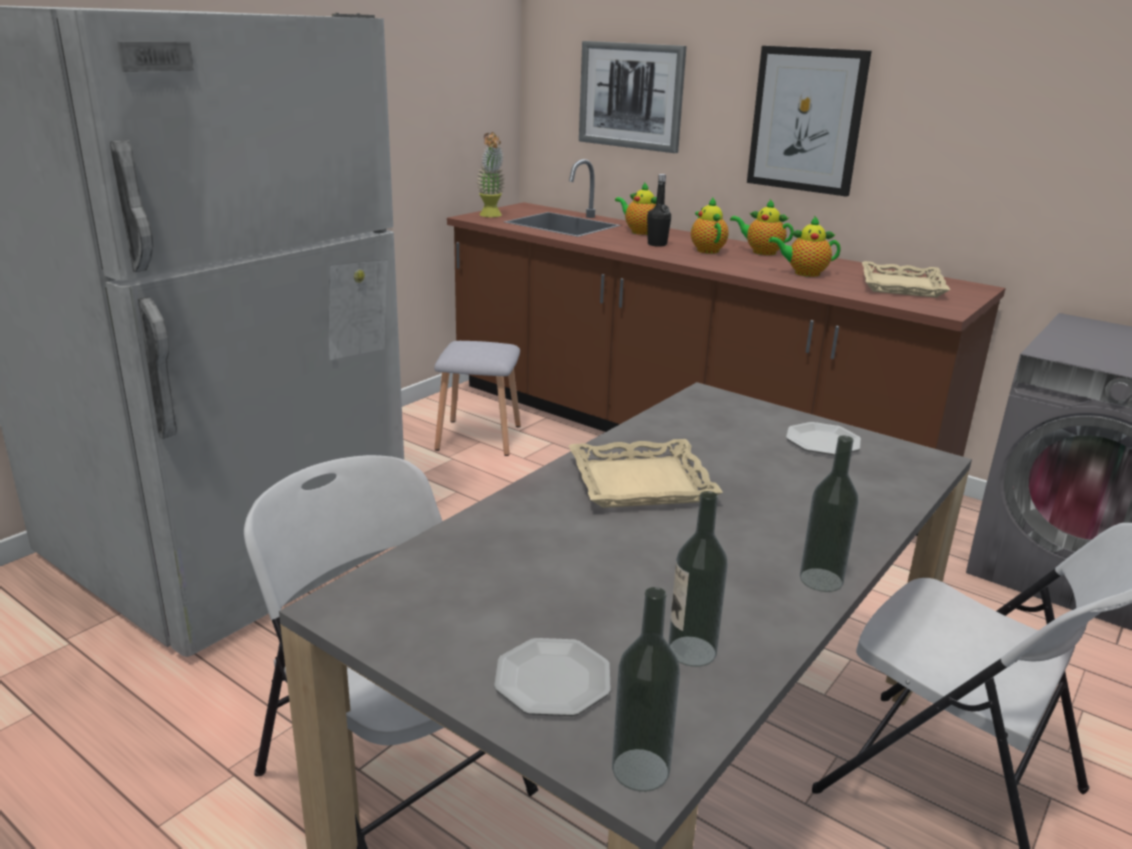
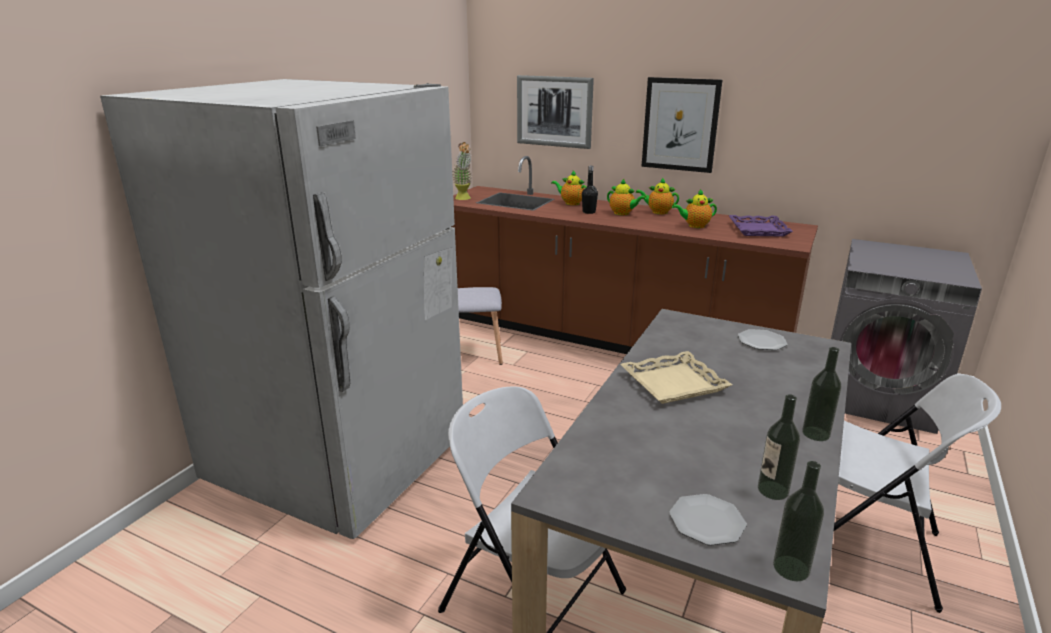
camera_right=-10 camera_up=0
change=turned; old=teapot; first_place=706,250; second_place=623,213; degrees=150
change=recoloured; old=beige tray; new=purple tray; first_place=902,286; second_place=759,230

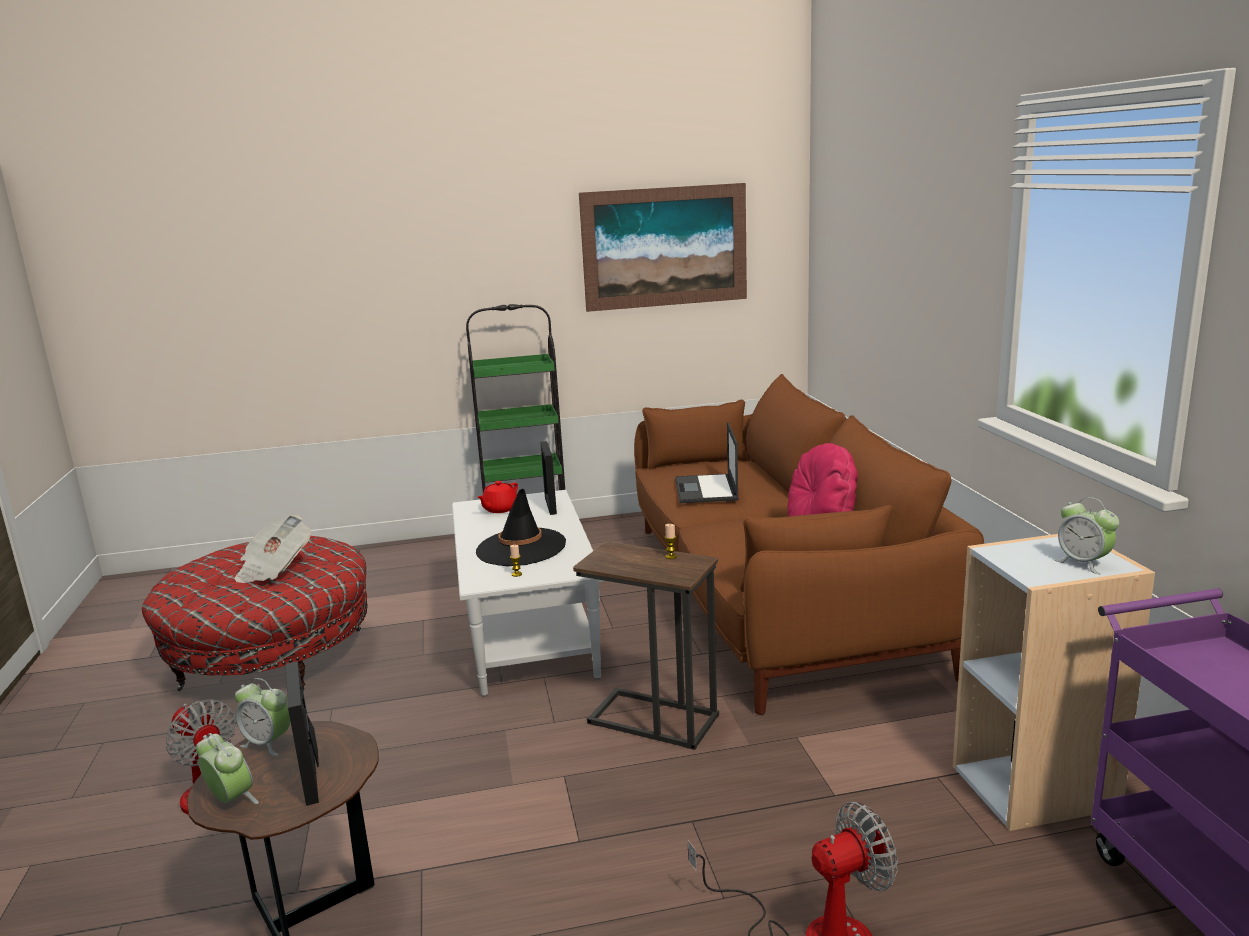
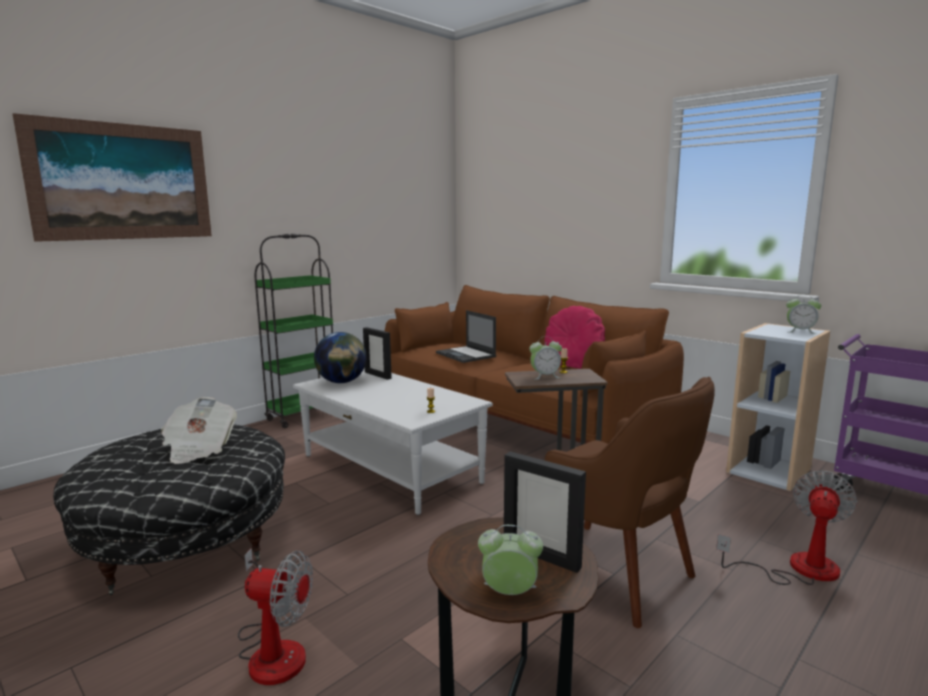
camera_right=-35 camera_up=-5
change=moved; old=picture; first_place=665,247; second_place=123,182
change=recoloured; old=red ottoman; new=black ottoman; first_place=273,659; second_place=187,542
change=replaced; old=red teapot; new=globe; first_place=499,509; second_place=342,382
change=moved; old=alarm clock; first_place=268,743; second_place=545,376
change=added; new=brown armchair; second_place=613,573
change=removed; old=black hat; first_place=521,548

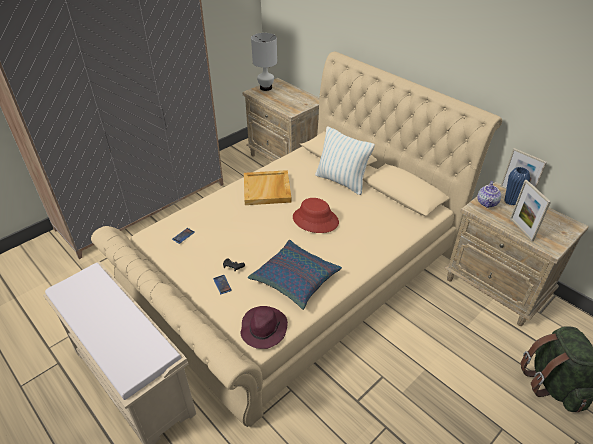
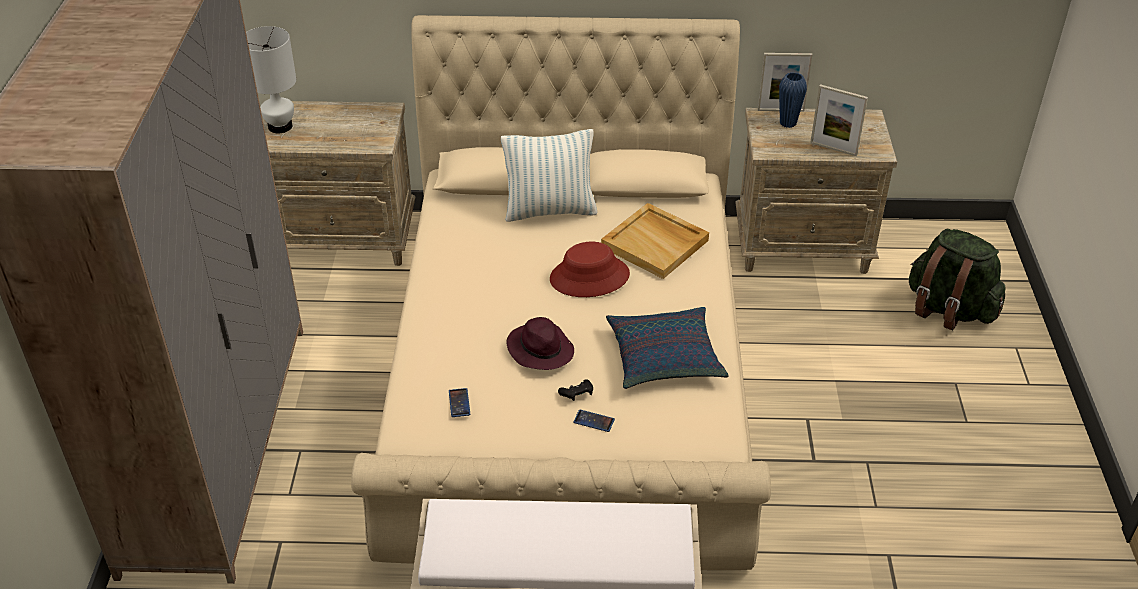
camera_right=-45 camera_up=0
change=moved; old=purple hat; first_place=263,328; second_place=540,349
change=moved; old=beige tray; first_place=267,190; second_place=656,244
change=removed; old=teapot; first_place=487,203

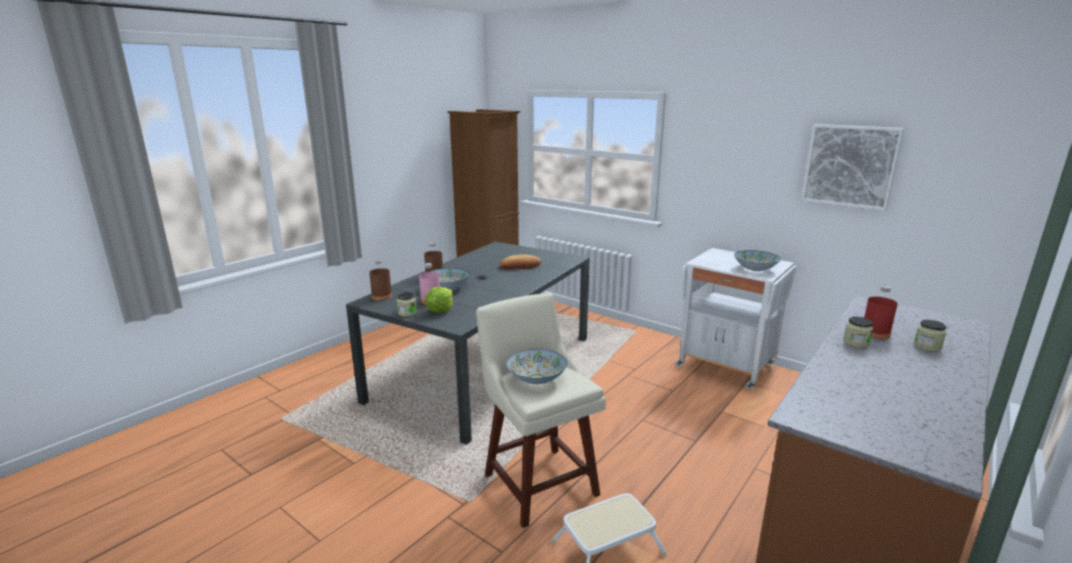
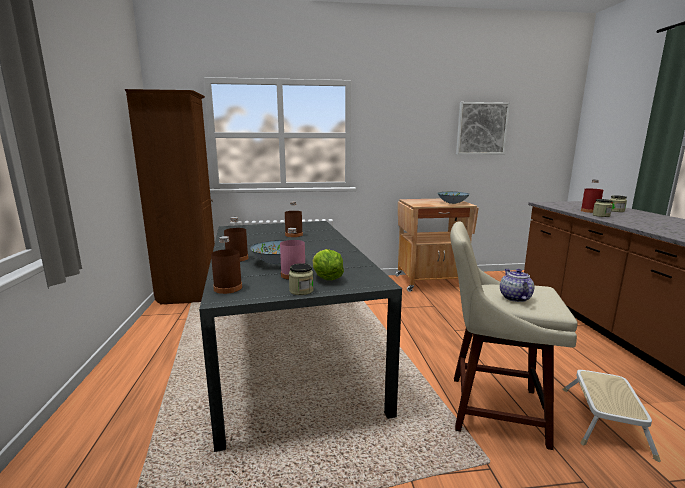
camera_right=-45 camera_up=-5
change=replaced; old=bread; new=brown bottle; first_place=520,266; second_place=294,235
change=recoloured; old=white cart; new=brown cart; first_place=727,367; second_place=430,282
change=replaced; old=bowl; new=teapot; first_place=537,379; second_place=514,297

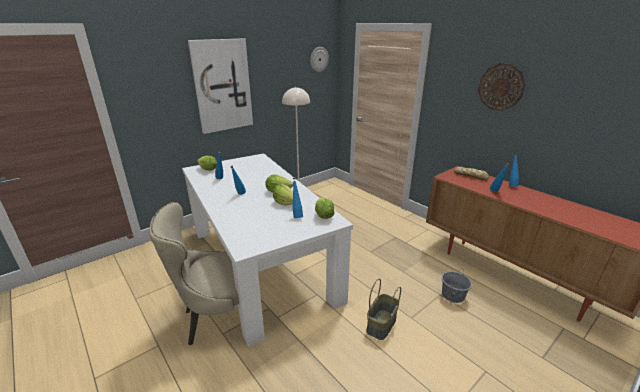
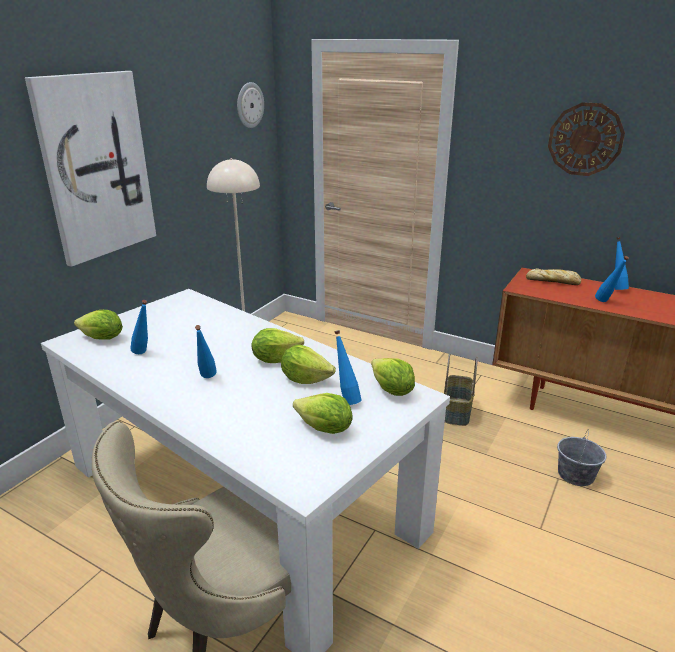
camera_right=-20 camera_up=0
change=added; new=lettuce; second_place=325,429
change=moved; old=basket; first_place=382,325; second_place=457,412

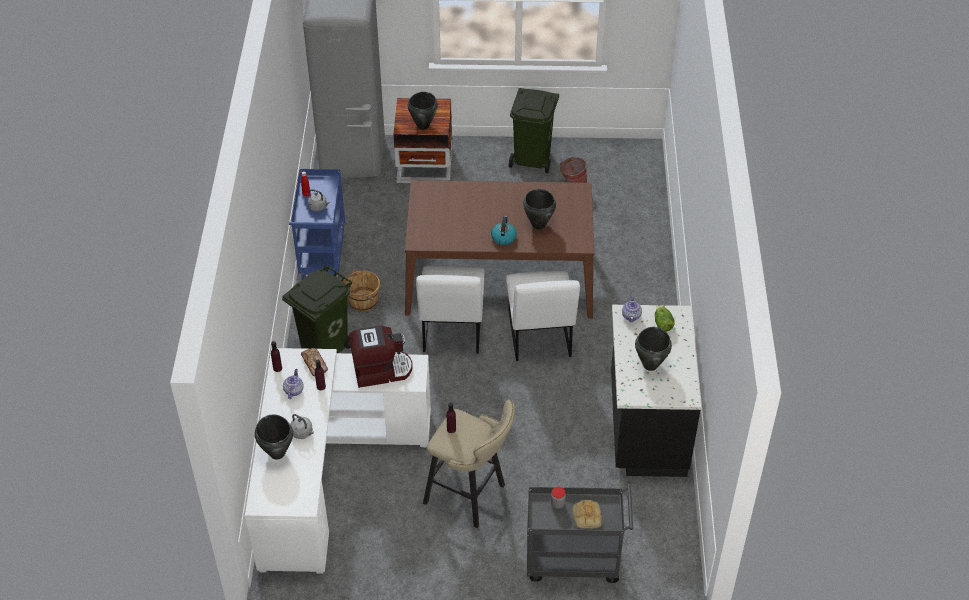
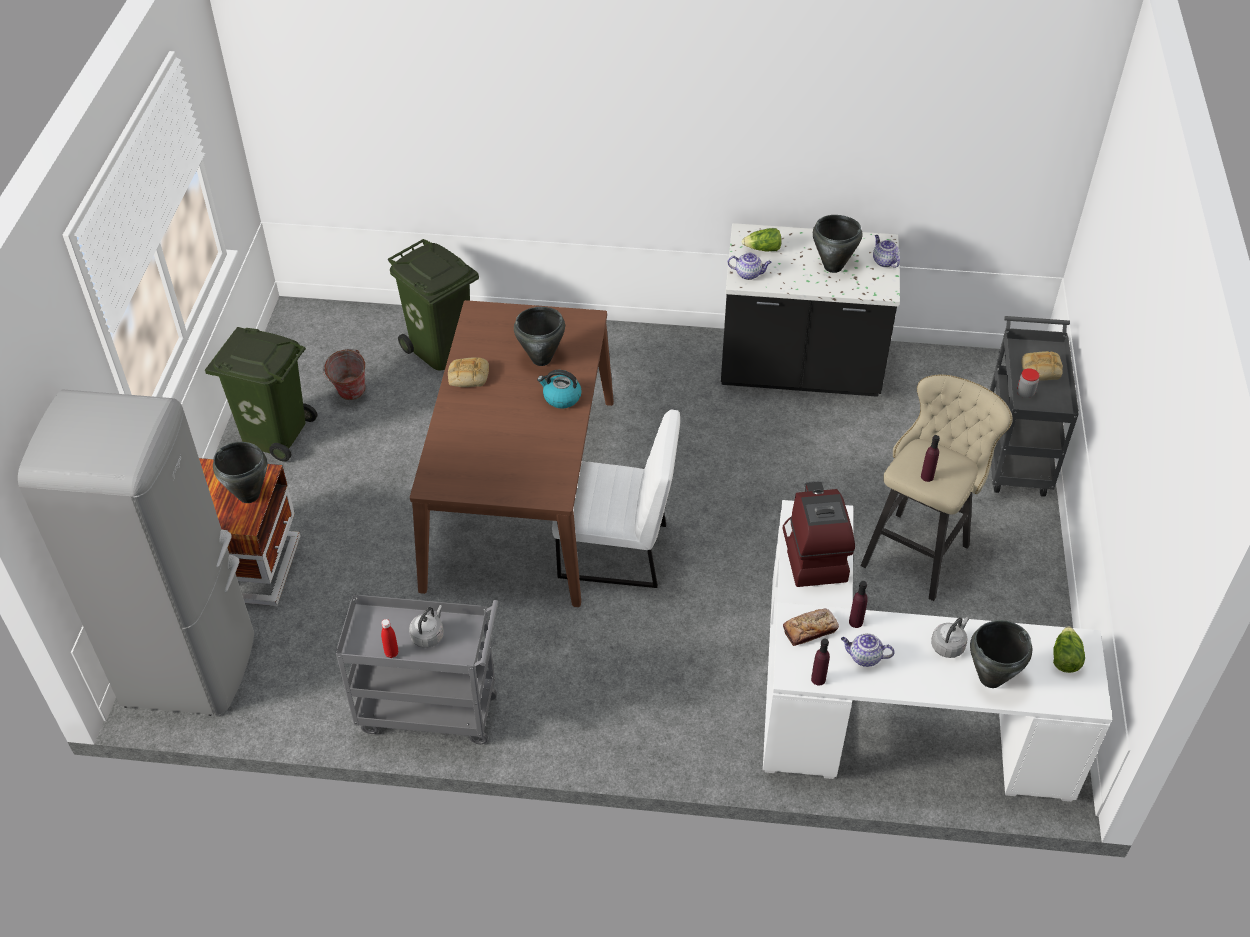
camera_right=-85 camera_up=0
change=recoloured; old=blue cart; new=grey cart; first_place=322,257; second_place=432,714
change=moved; old=green trash can; first_place=324,344; second_place=440,349
change=added; new=bread; second_place=468,376
change=added; new=teapot; second_place=884,261
change=added; new=lettuce; second_place=1065,658
change=removed; old=brown bucket; first_place=362,301
change=removed; old=white chair; first_place=539,336

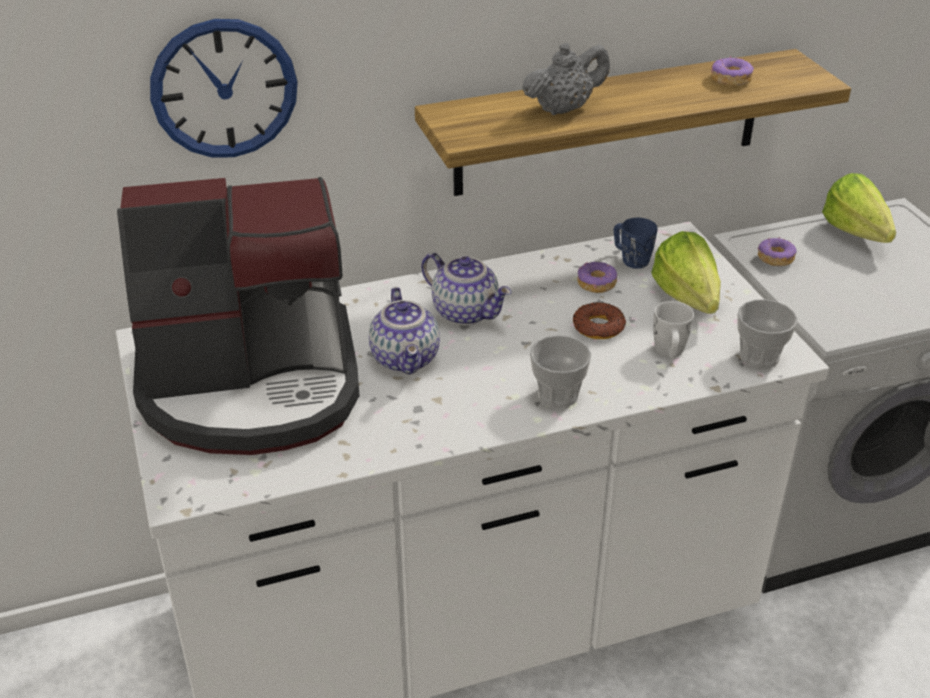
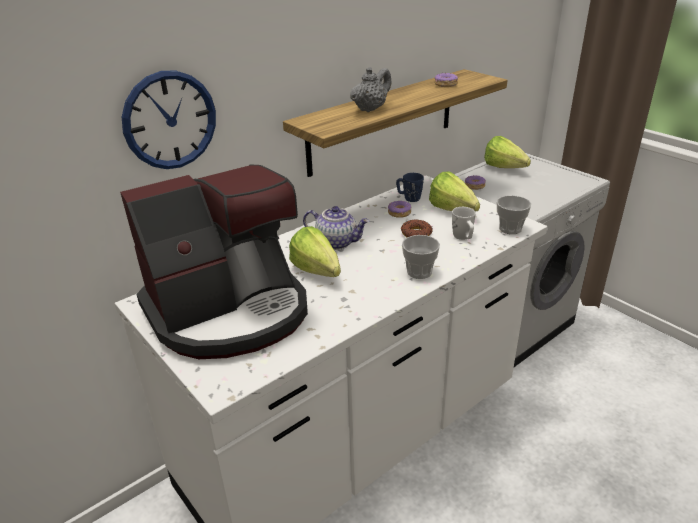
camera_right=-20 camera_up=-5
change=replaced; old=teapot; new=lettuce; first_place=407,359; second_place=319,274

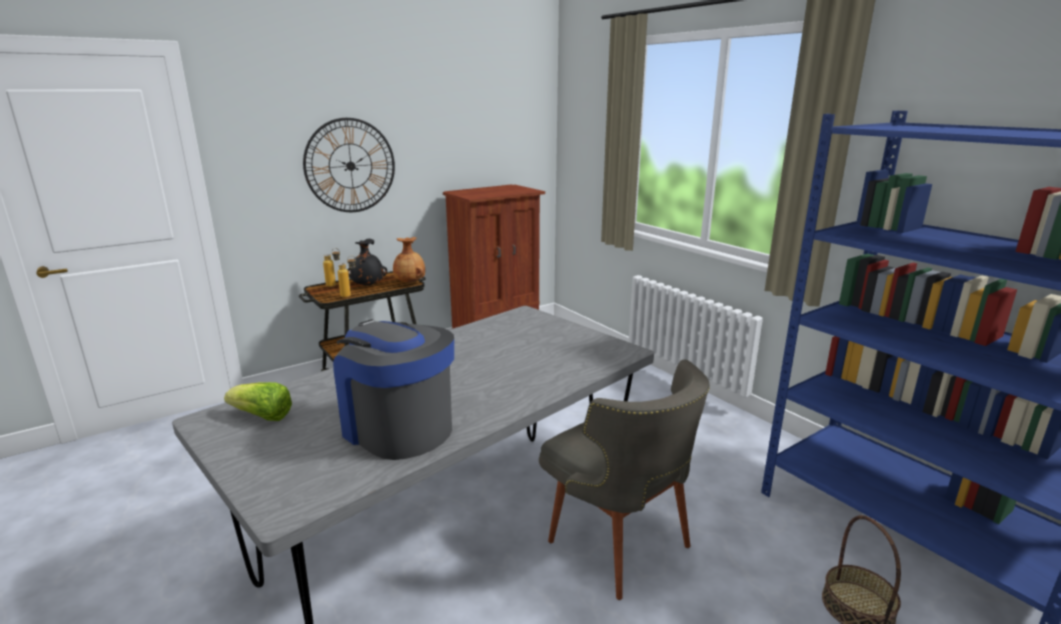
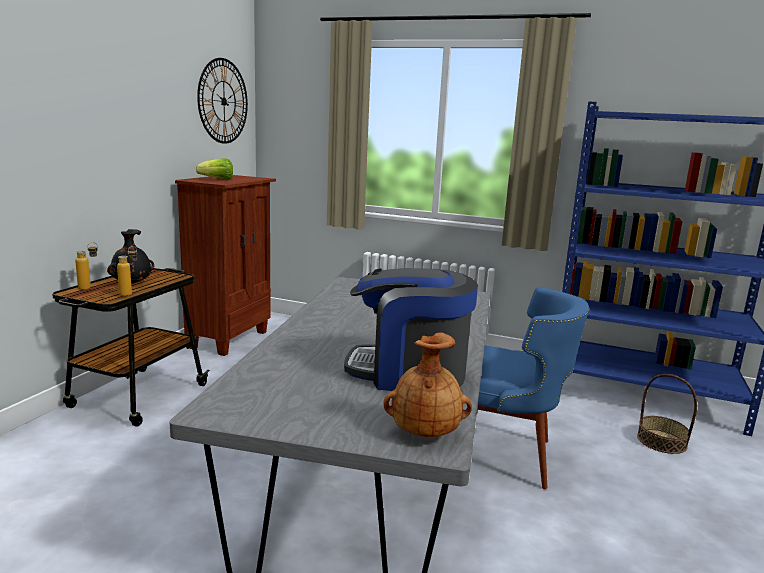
camera_right=-35 camera_up=-5
change=moved; old=lettuce; first_place=262,417; second_place=217,179
change=moved; old=wall clock; first_place=350,166; second_place=223,101
change=moved; old=brown vase; first_place=410,282; second_place=425,432
change=recoloured; old=grey chair; new=blue chair; first_place=618,544; second_place=503,455

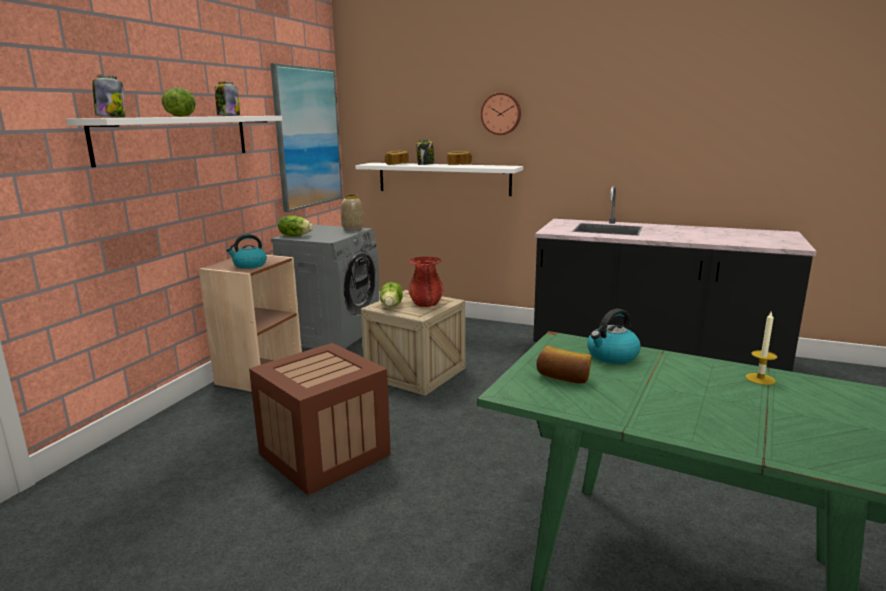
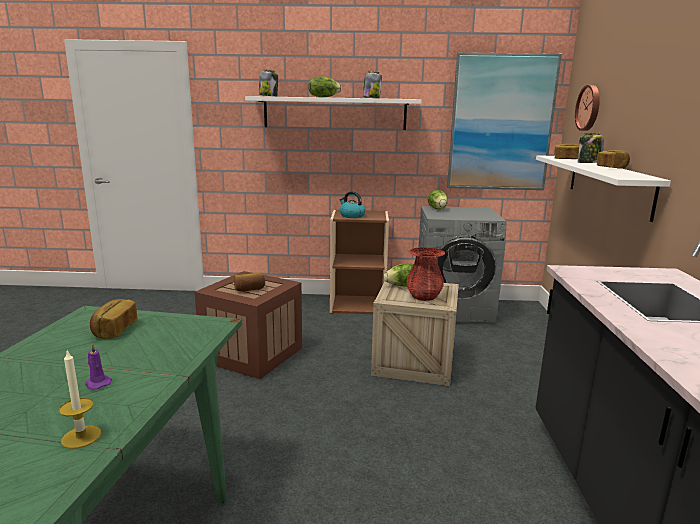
camera_right=70 camera_up=0
change=added; new=purple candle; second_place=97,383
change=added; new=bread; second_place=249,289
change=moved; old=wall clock; first_place=501,114; second_place=589,108
change=removed; old=vase; first_place=352,229
change=removed; old=kettle; first_place=612,356

